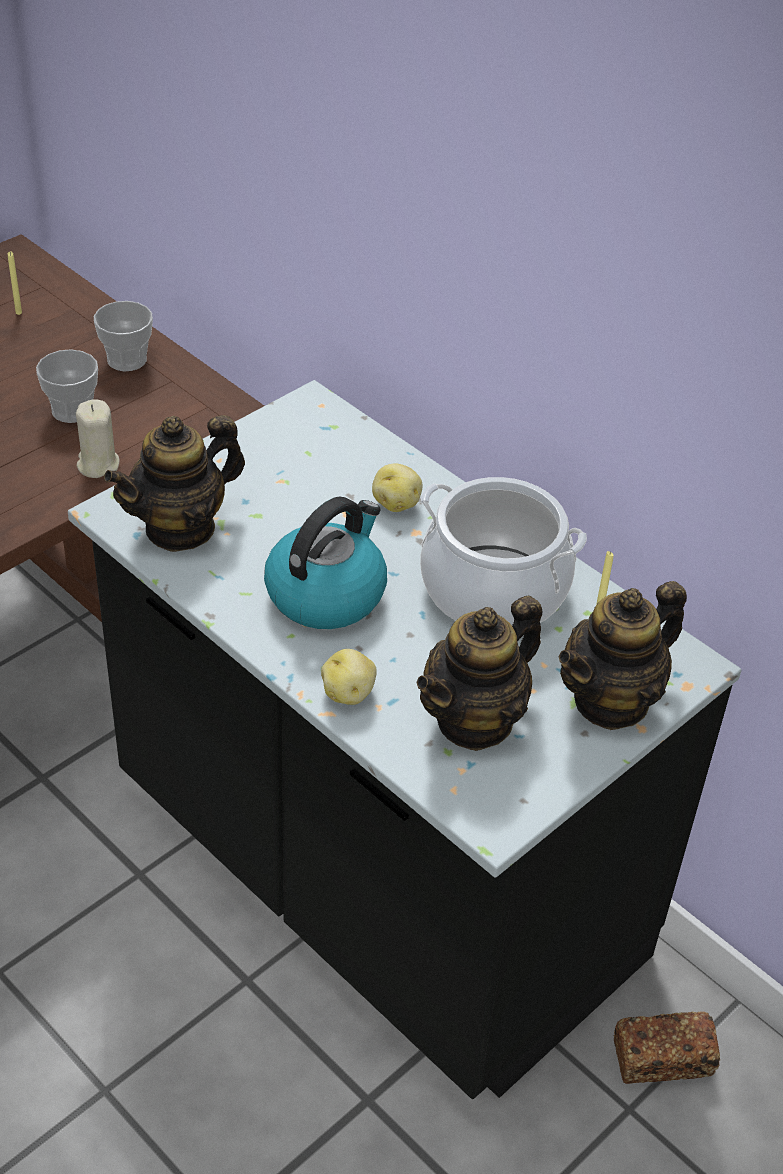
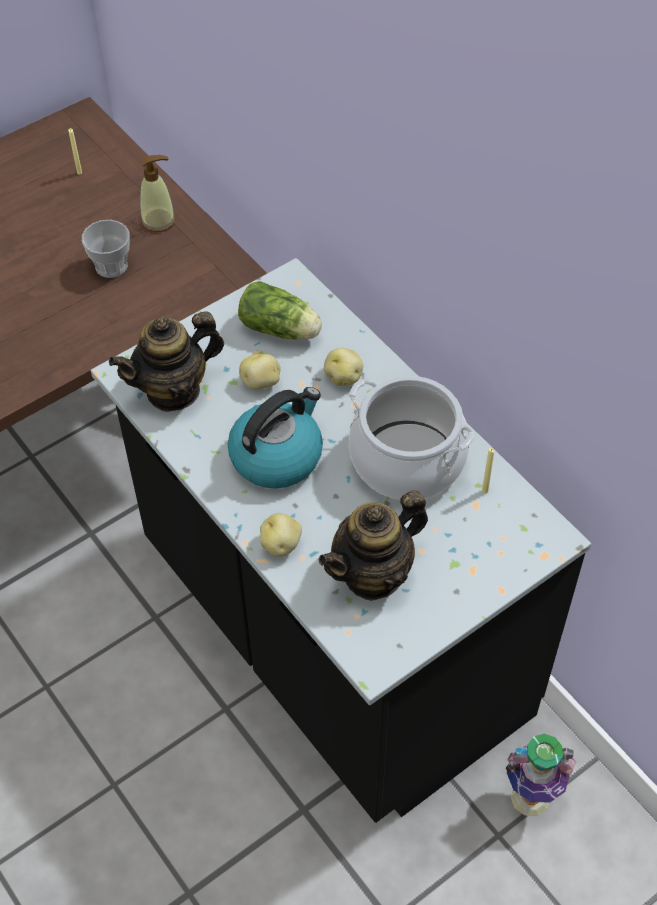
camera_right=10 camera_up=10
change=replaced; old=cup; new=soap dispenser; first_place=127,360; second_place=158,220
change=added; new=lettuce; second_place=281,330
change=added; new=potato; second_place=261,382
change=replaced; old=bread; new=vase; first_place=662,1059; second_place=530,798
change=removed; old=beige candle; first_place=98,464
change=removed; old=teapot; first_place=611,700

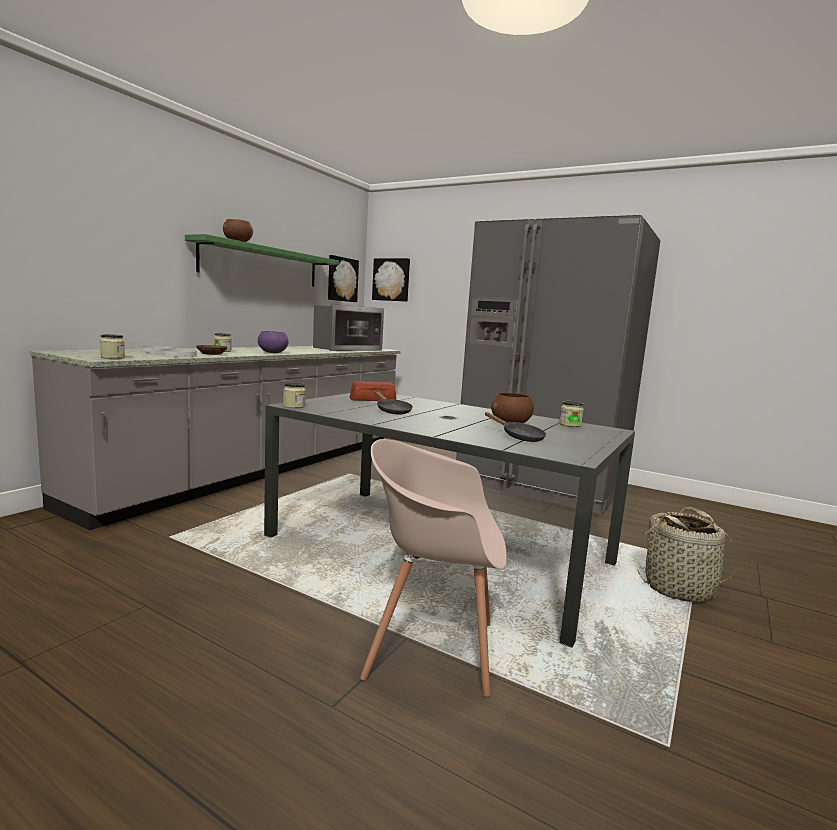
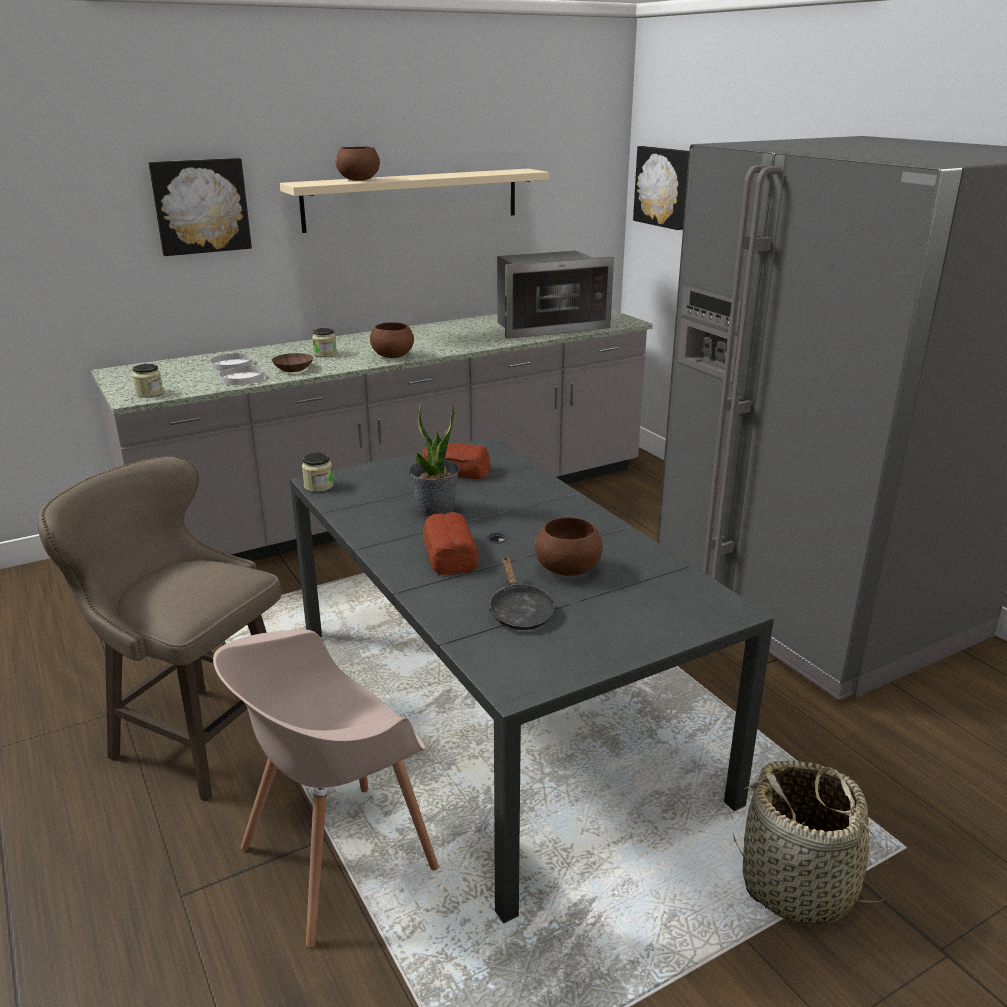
camera_right=30 camera_up=15
change=added; new=beige stool; second_place=196,737
change=moved; old=picture; first_place=341,279; second_place=200,206
change=turned; old=beige chair; first_place=428,649; second_place=336,861; degrees=-75
change=recoloured; old=green shelf; new=beige shelf; first_place=262,264; second_place=413,199
change=recoloured; old=purple bowl; new=brown bowl; first_place=273,352; second_place=392,356
change=replaced; old=black frying pan; new=potted plant; first_place=392,411; second_place=435,510
change=added; new=bread; second_place=449,555
change=removed; old=jar; first_place=570,424

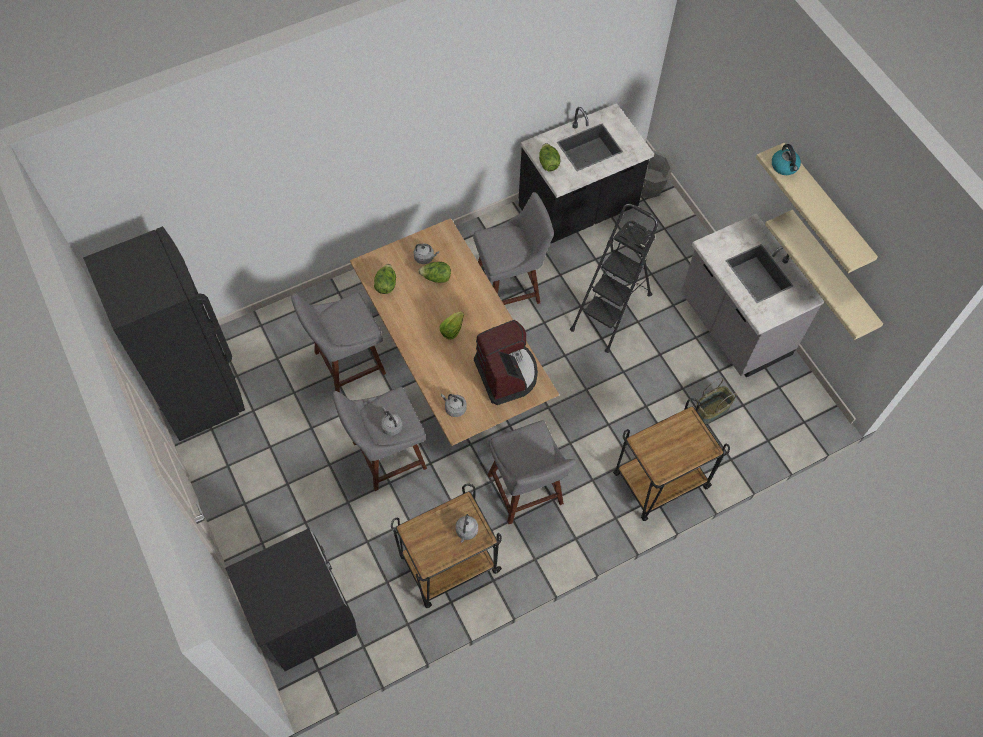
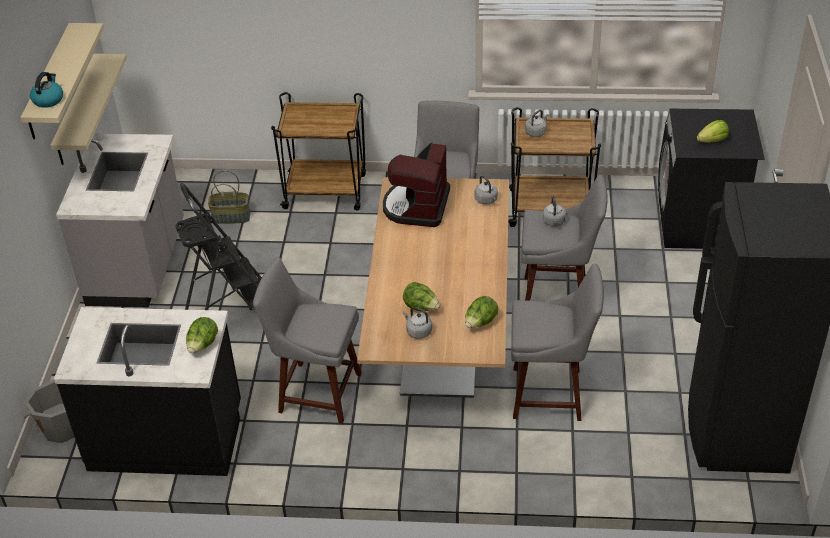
camera_right=-145 camera_up=-20
change=moved; old=lettuce; first_place=452,329; second_place=712,141

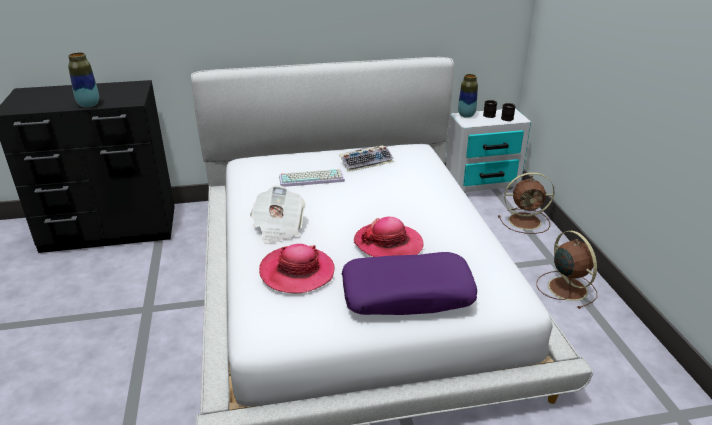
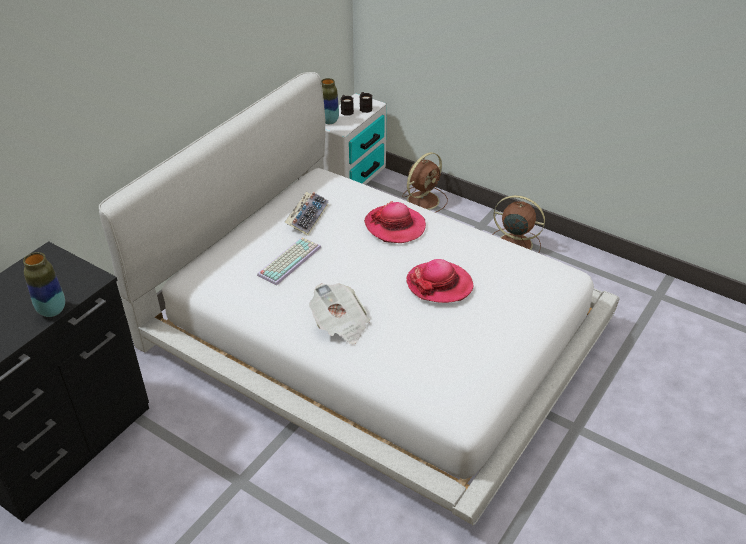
camera_right=-45 camera_up=10
change=moved; old=hat; first_place=297,272; second_place=395,226
change=removed; old=purple pillow; first_place=407,294

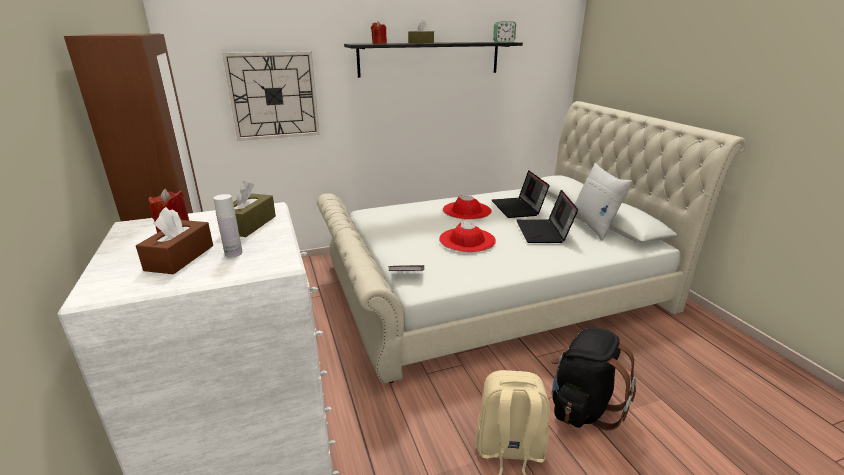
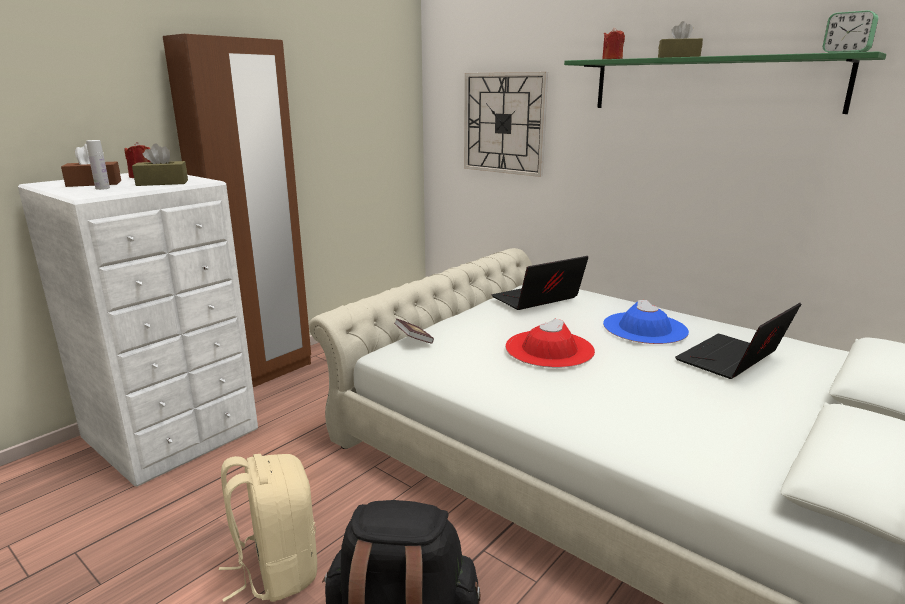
camera_right=60 camera_up=-5
change=moved; old=laptop; first_place=544,232; second_place=537,300
change=recoloured; old=black shelf; new=green shelf; first_place=430,59; second_place=711,84
change=recoloured; old=red hat; new=blue hat; first_place=467,210; second_place=644,328
change=removed; old=grey pillow; first_place=593,227

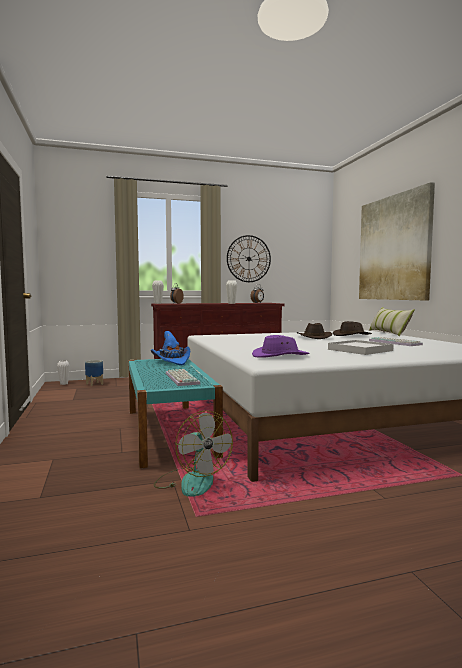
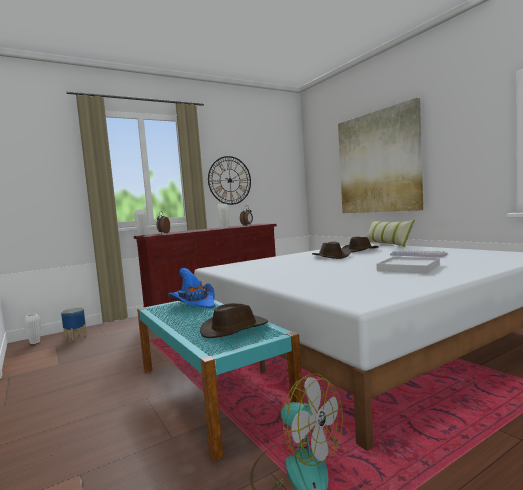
camera_right=-15 camera_up=0
change=replaced; old=keyboard; new=brown hat; first_place=180,378; second_place=234,329
change=removed; old=purple hat; first_place=280,356

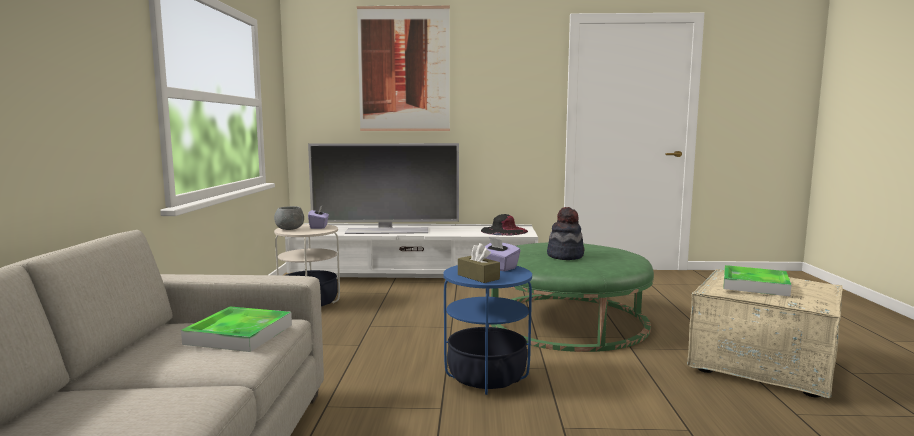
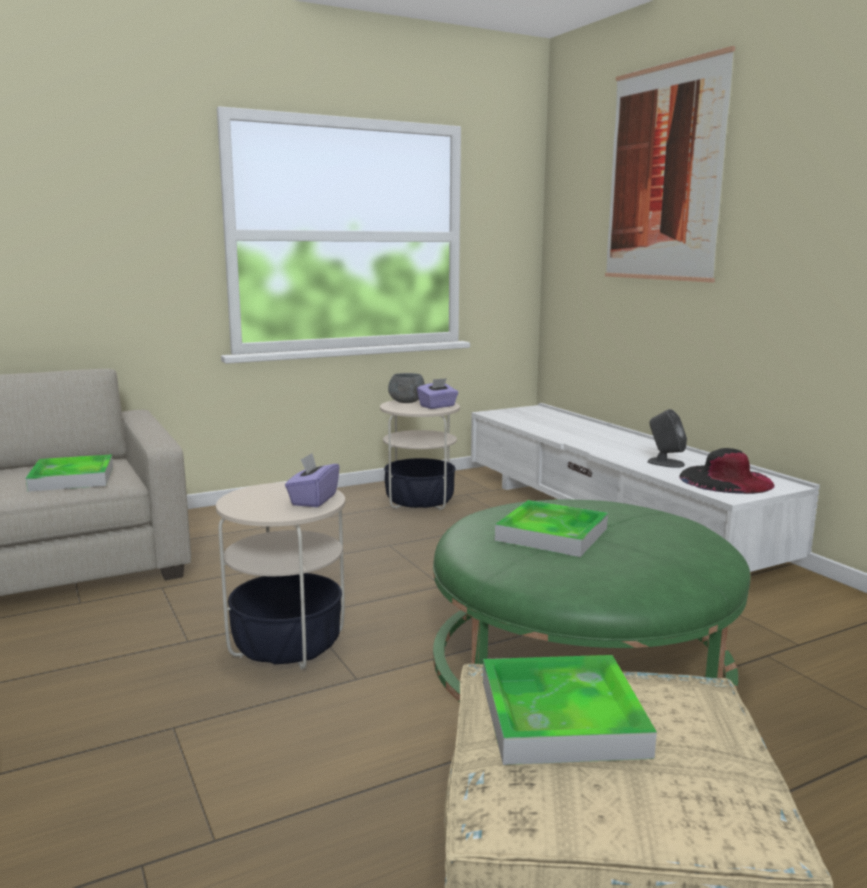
camera_right=60 camera_up=5
change=recoloured; old=blue side table; new=beige side table; first_place=486,378; second_place=288,646
change=replaced; old=hat; new=tray; first_place=565,256; second_place=552,534
change=added; new=grey speaker; second_place=665,463
change=removed; old=television; first_place=387,231
change=removed; old=brown tissue box; first_place=478,277

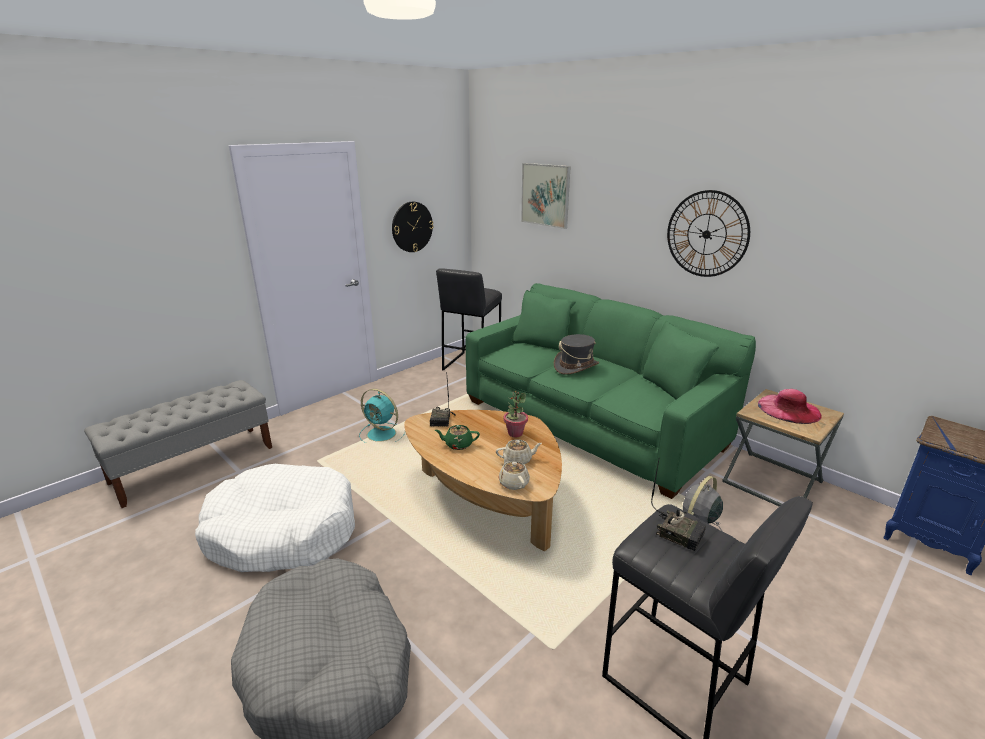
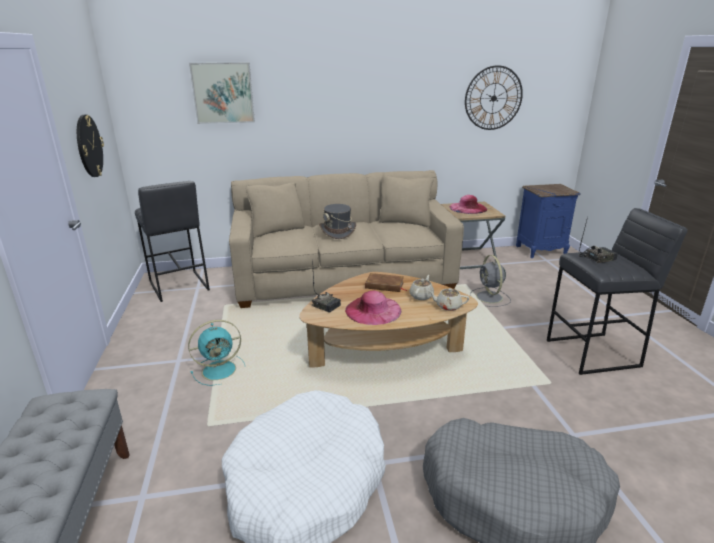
camera_right=-55 camera_up=0
change=recoloured; old=green sofa; new=beige sofa; first_place=590,424; second_place=344,278
change=replaced; old=green teapot; new=pink hat; first_place=458,444; second_place=373,310
change=replaced; old=potted plant; new=brown book; first_place=515,433; second_place=384,285
change=moved; old=wall clock; first_place=706,234; second_place=493,98

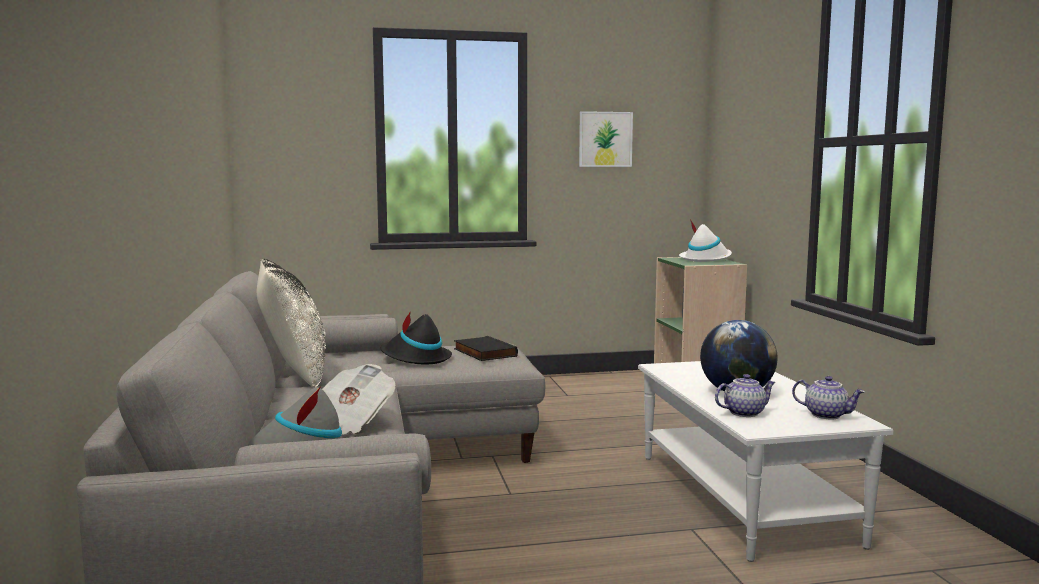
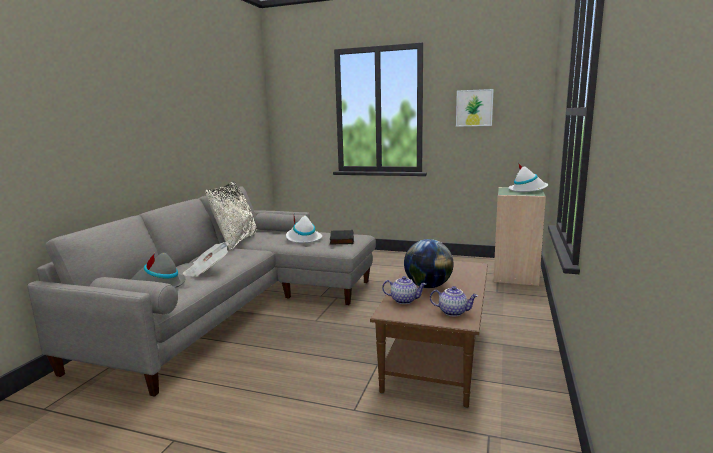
camera_right=30 camera_up=5
change=recoloured; old=black hat; new=white hat; first_place=415,358; second_place=303,238
change=recoloured; old=white coffee table; new=brown coffee table; first_place=742,497; second_place=436,352
change=turned; old=teapot; first_place=826,415; second_place=453,312; degrees=-45

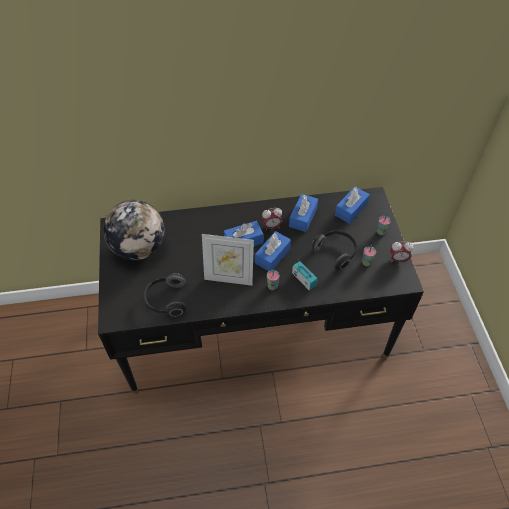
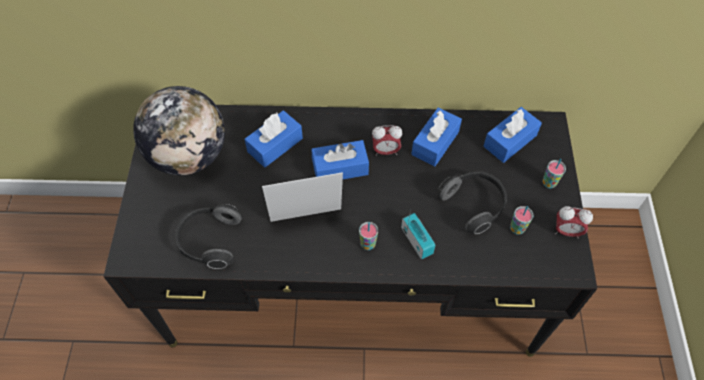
camera_right=10 camera_up=5
change=moved; old=blue tissue box; first_place=272,256; second_place=275,145
change=turned; old=picture frame; first_place=229,278; second_place=307,221; degrees=150

